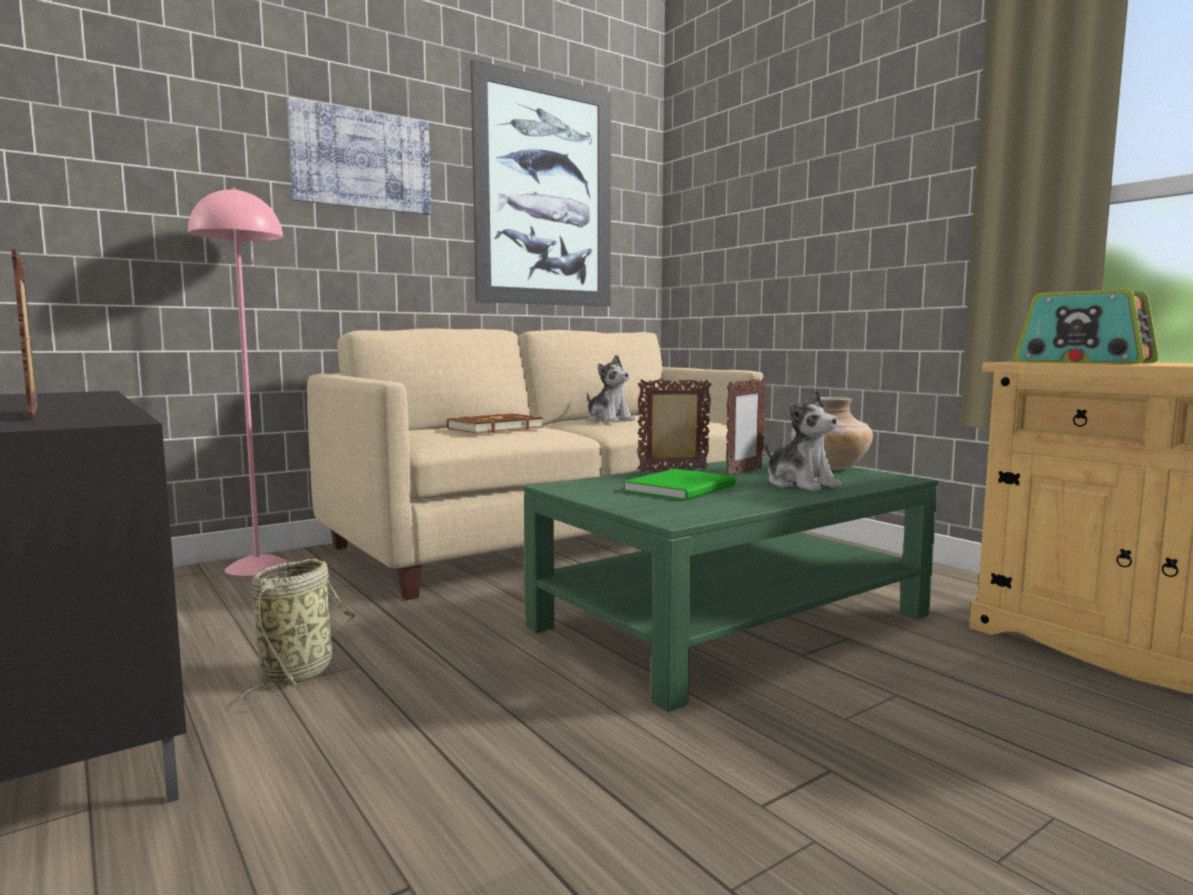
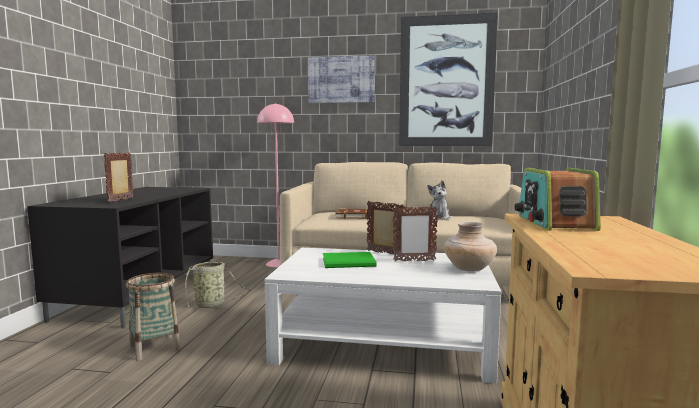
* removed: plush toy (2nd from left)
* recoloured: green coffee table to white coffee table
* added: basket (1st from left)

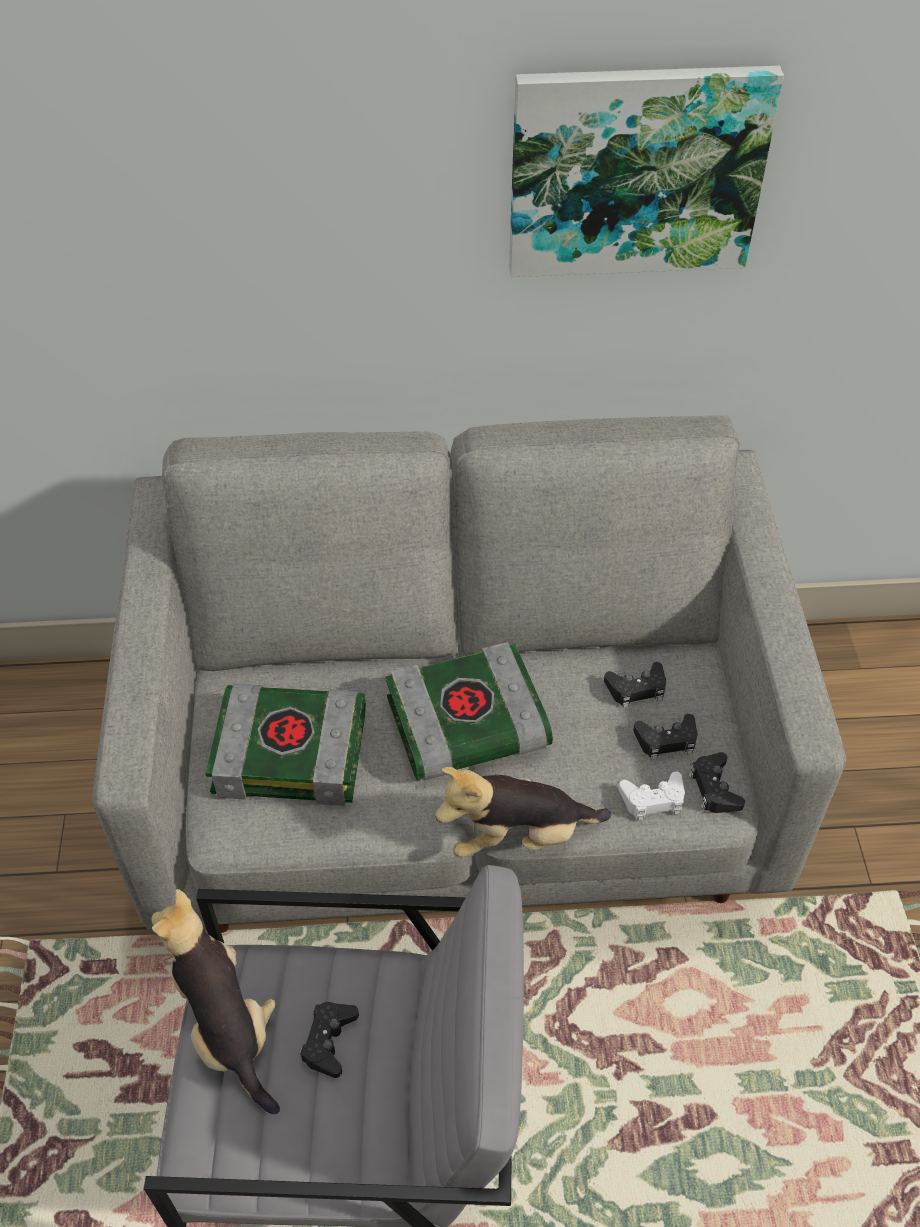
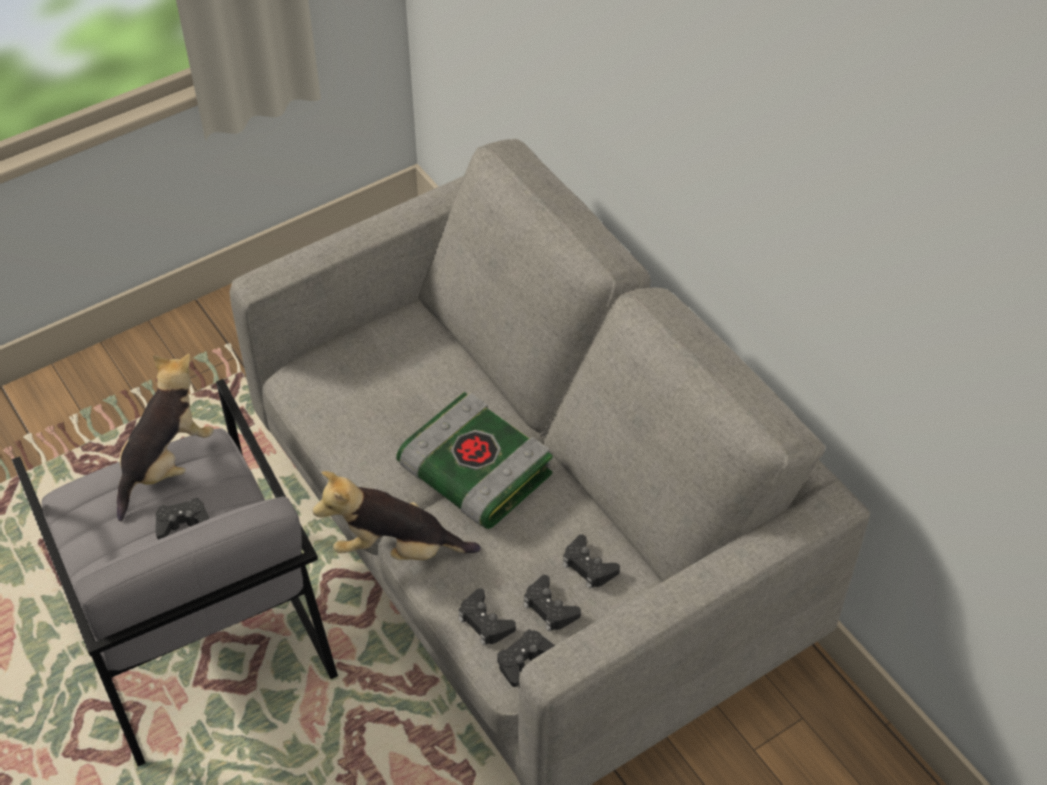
* removed: picture
* removed: book (1st from left)
* turned: plush toy (2nd from left) 45 degrees counterclockwise
* recoloured: white game controller to black game controller (2nd from left)

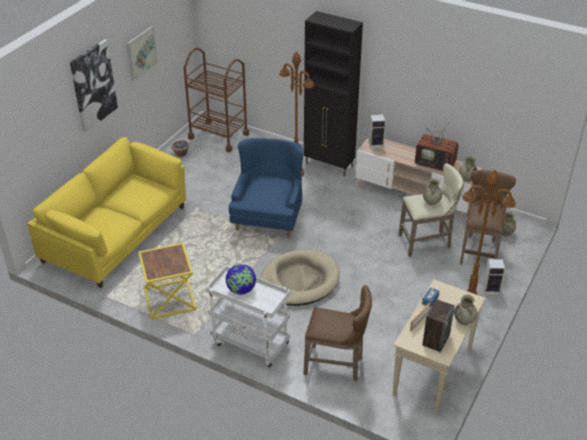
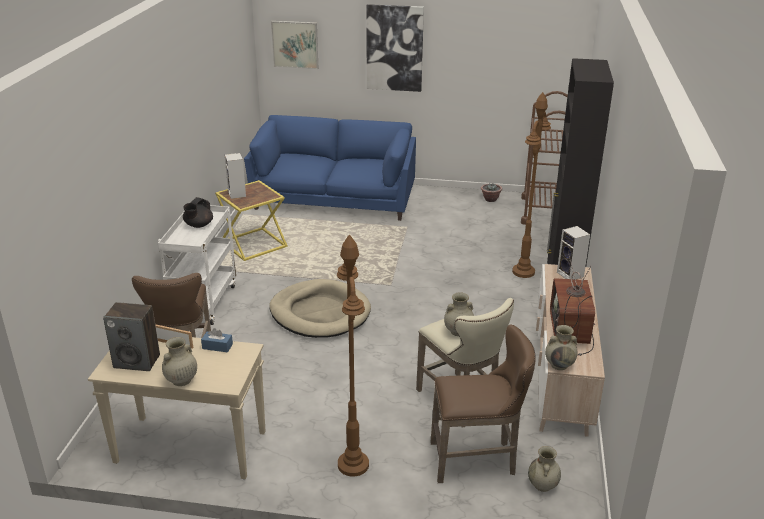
* moved: picture (2nd from left in the first image) to picture (1st from left)
* recoloured: yellow sofa to blue sofa
* removed: blue armchair
* moved: speaker (3rd from left in the first image) to speaker (2nd from left)
* replaced: globe to black teapot

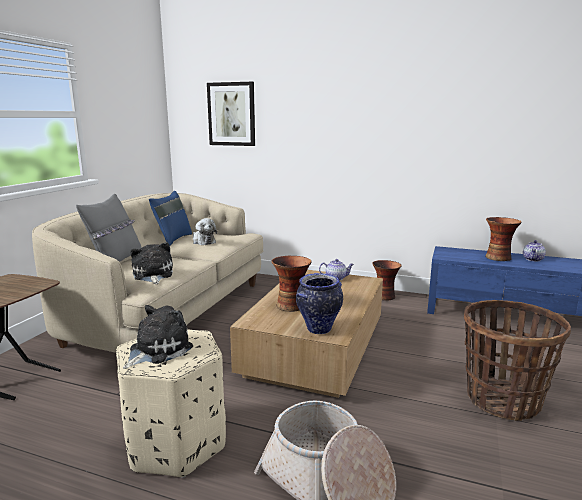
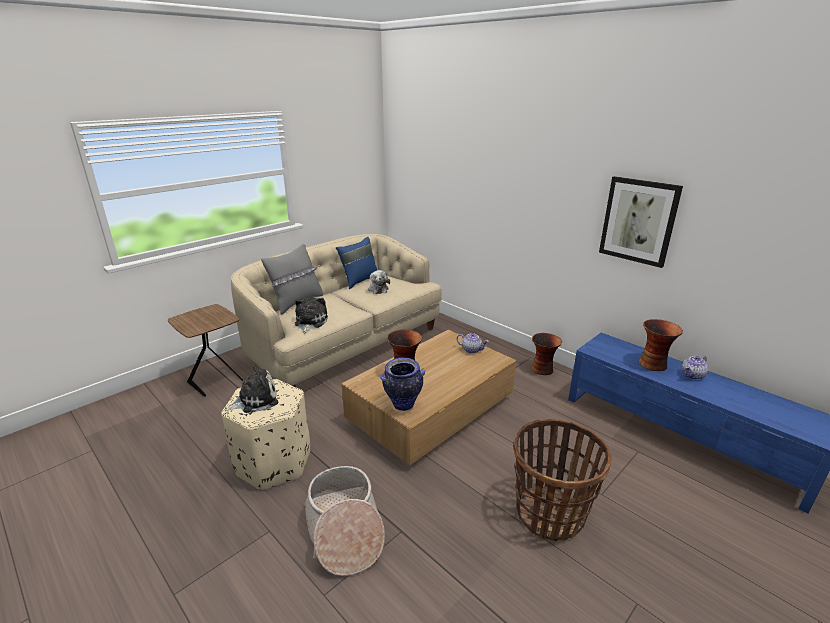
* moved: picture

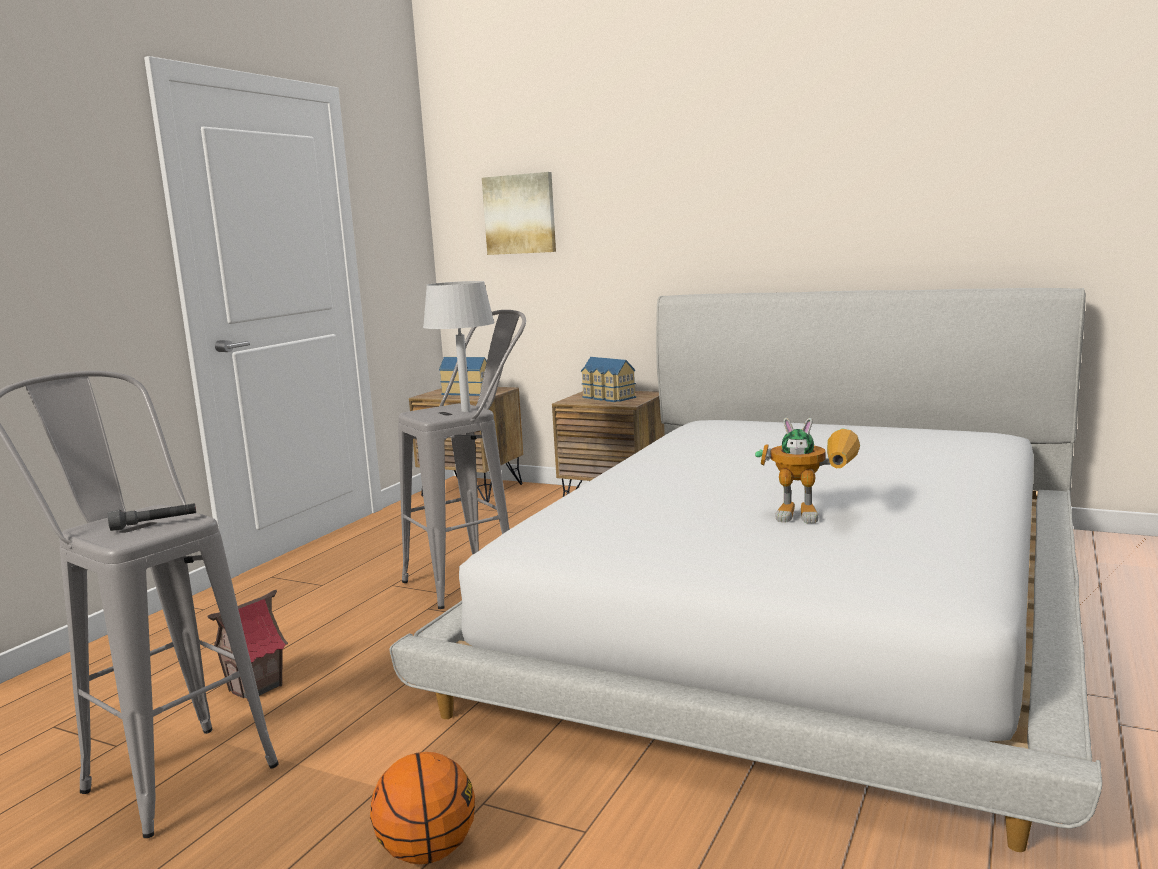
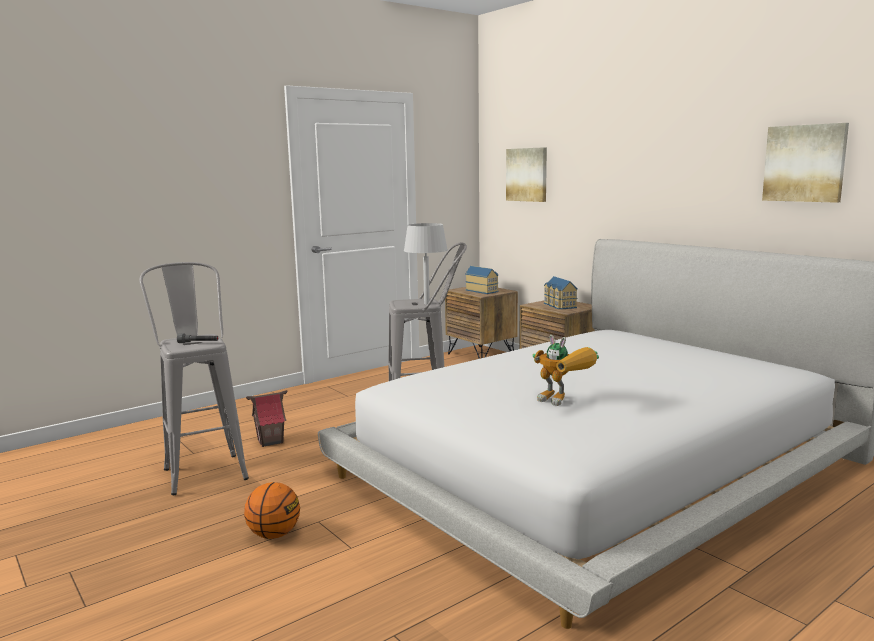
* added: picture (2nd from left)

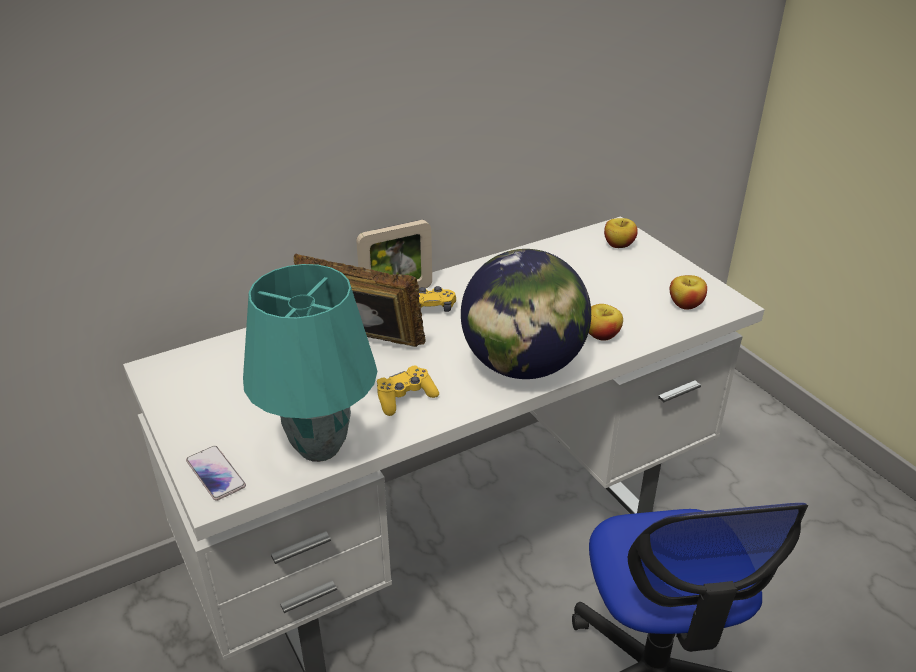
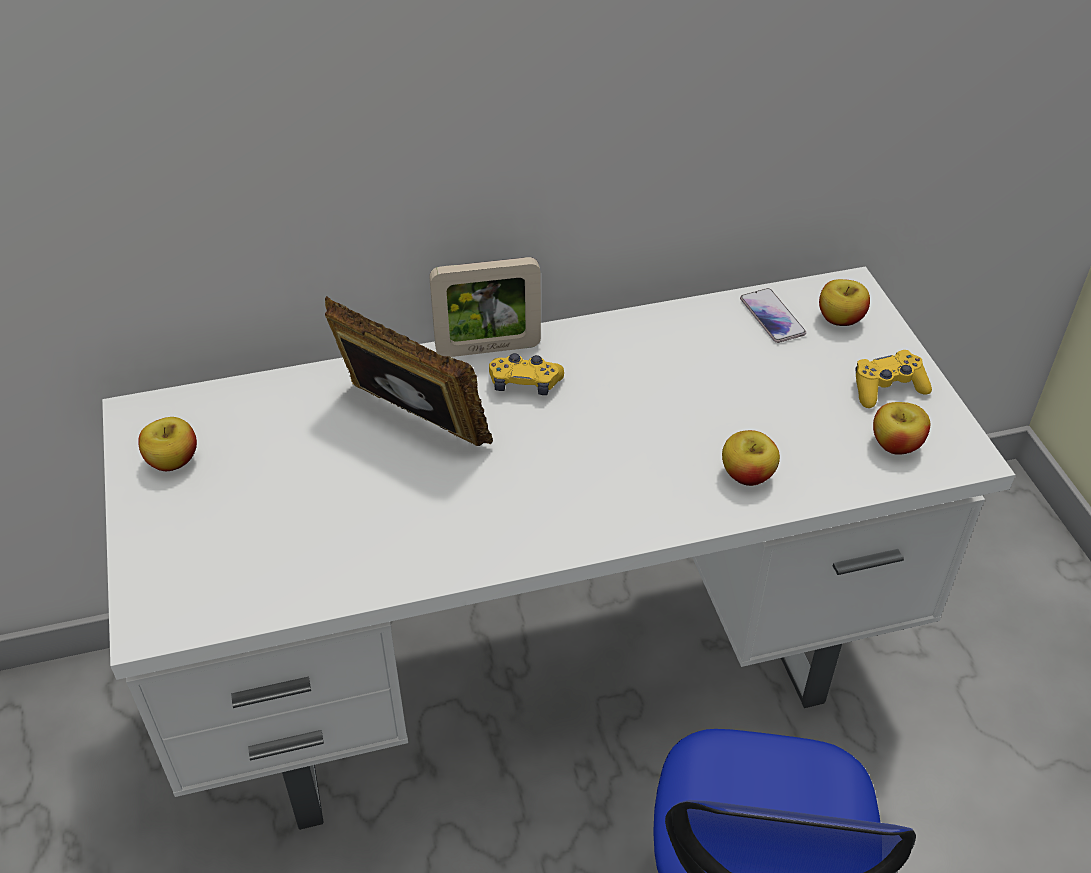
* removed: globe
* removed: turquoise table lamp
* moved: yellow game controller (1st from left in the first image) to yellow game controller (2nd from left)
* moved: phone
* added: apple (1st from left)

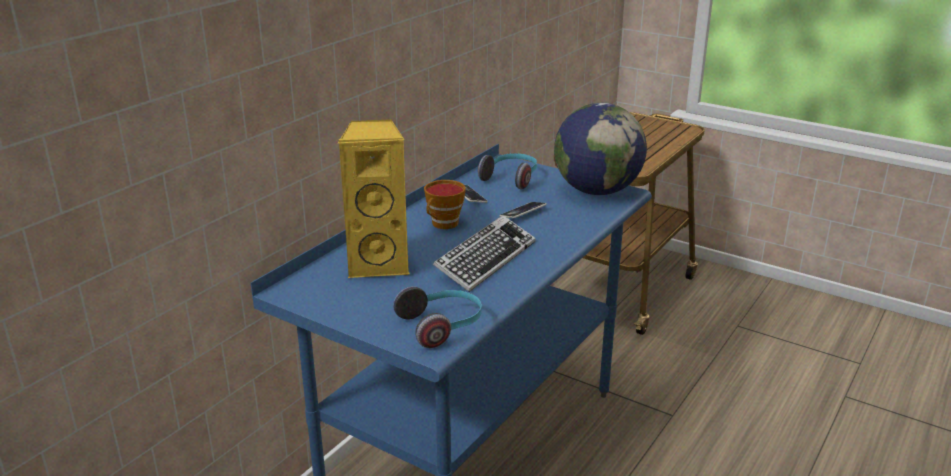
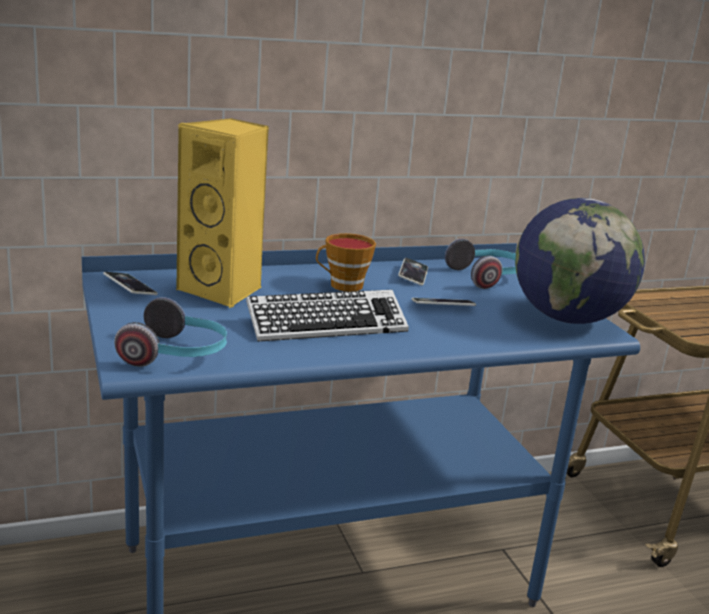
* added: phone (1st from left)

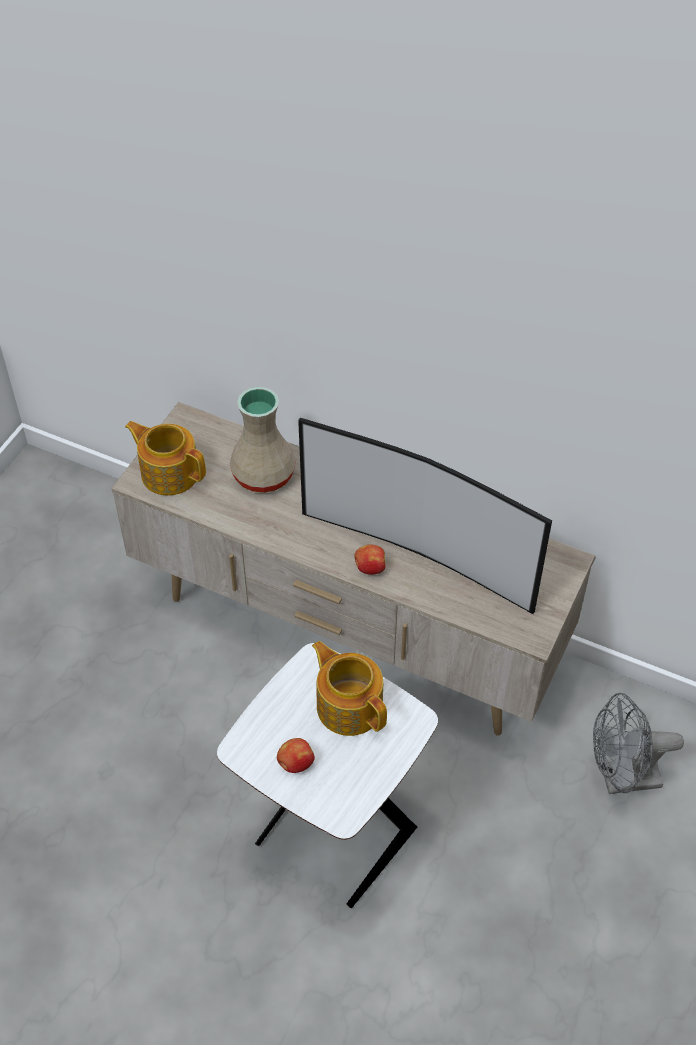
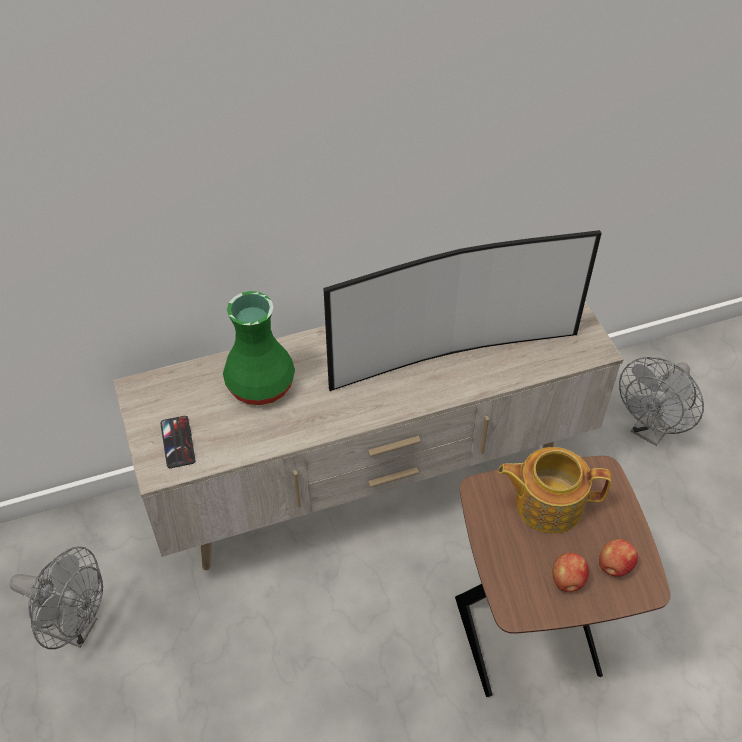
* recoloured: beige vase to green vase
* replaced: teapot (1st from left) to phone
* moved: apple (2nd from left)
* recoloured: white side table to brown side table
* added: grey fan (1st from left)

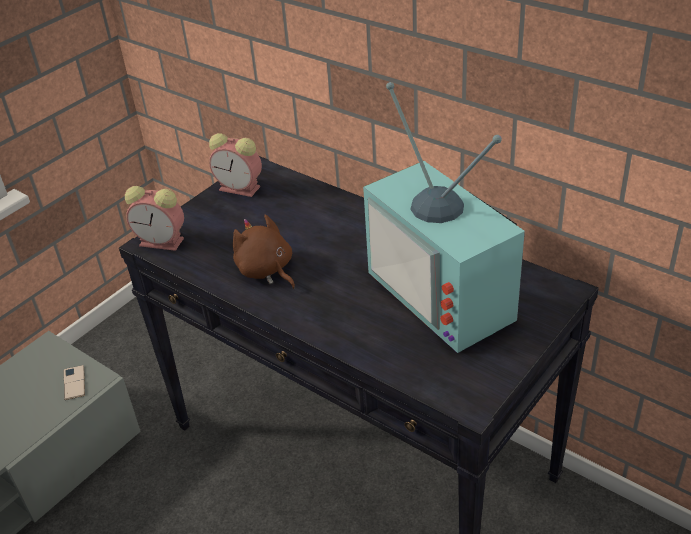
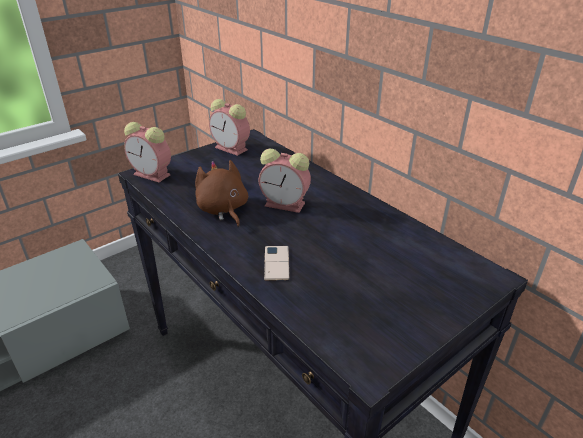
* removed: television
* moved: phone
* added: alarm clock (3rd from left)

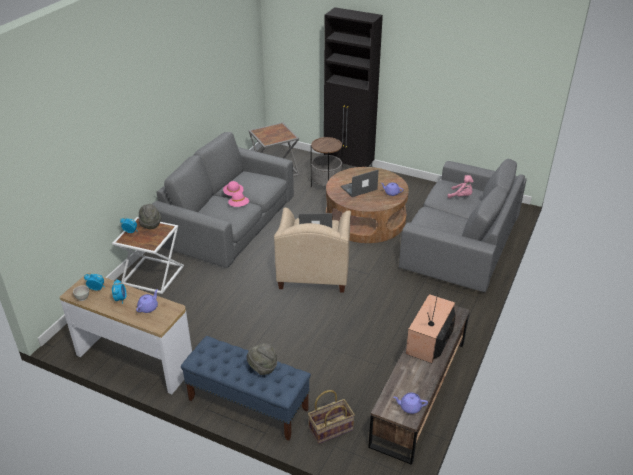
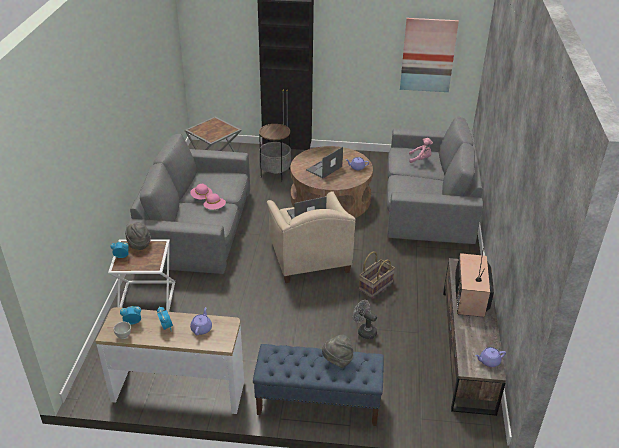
* moved: basket
* added: picture
* added: grey fan

